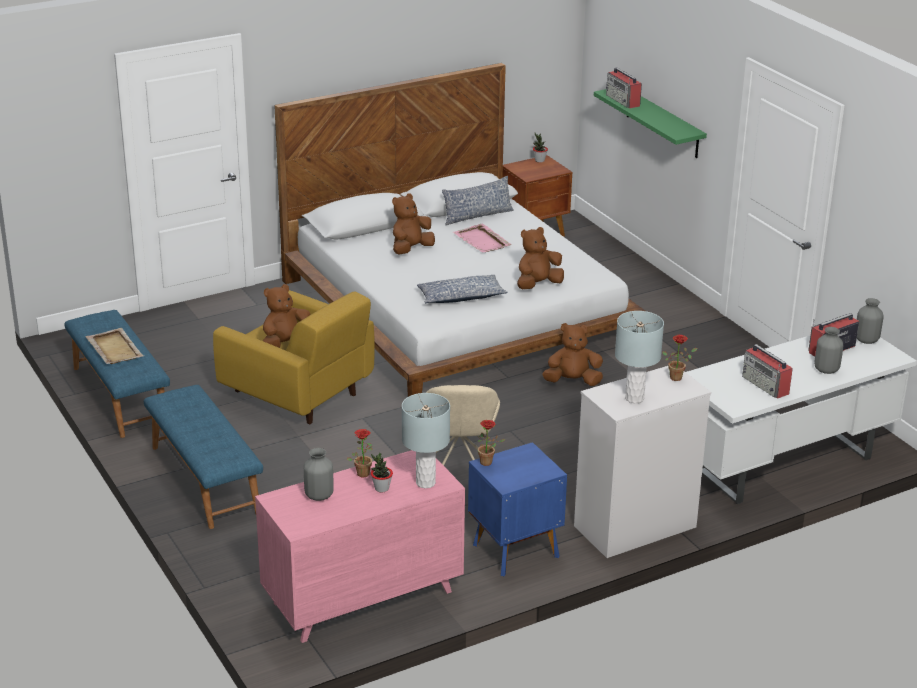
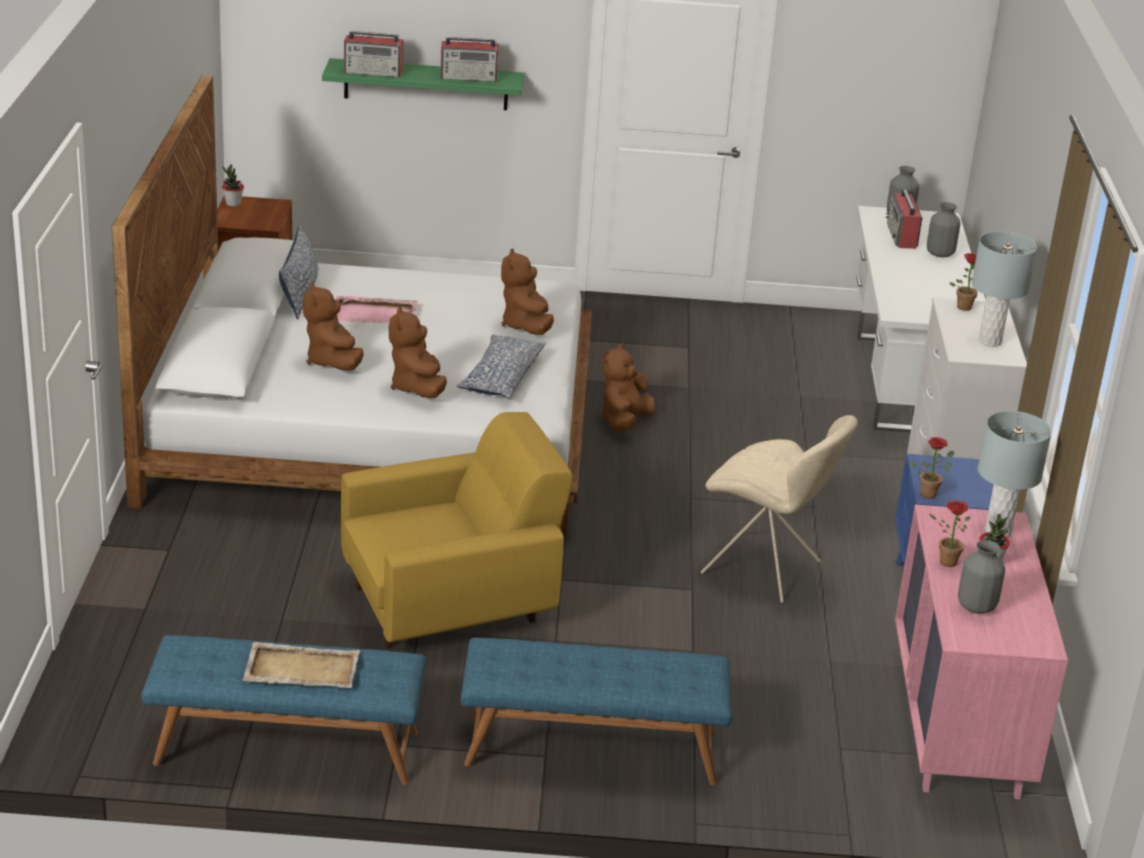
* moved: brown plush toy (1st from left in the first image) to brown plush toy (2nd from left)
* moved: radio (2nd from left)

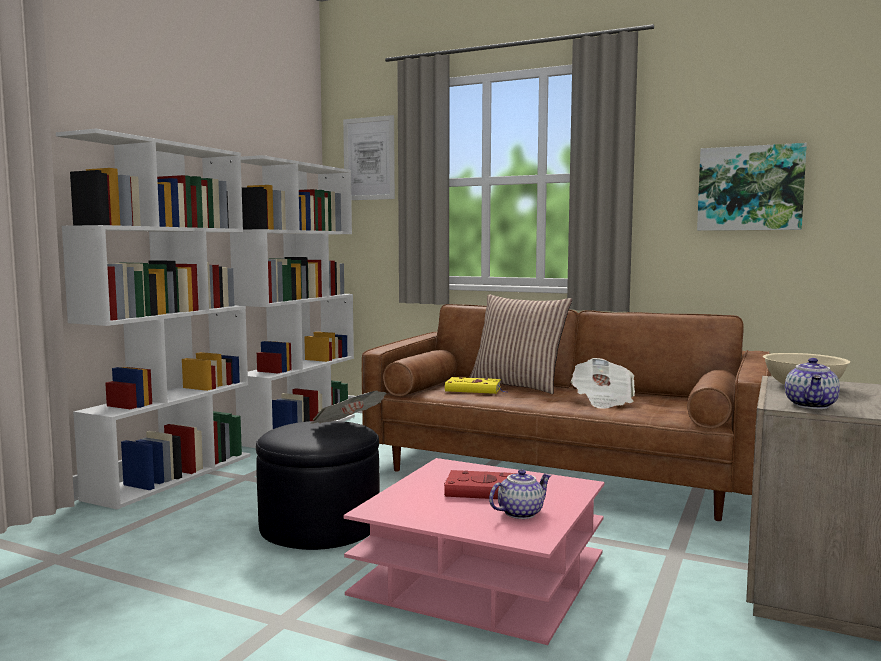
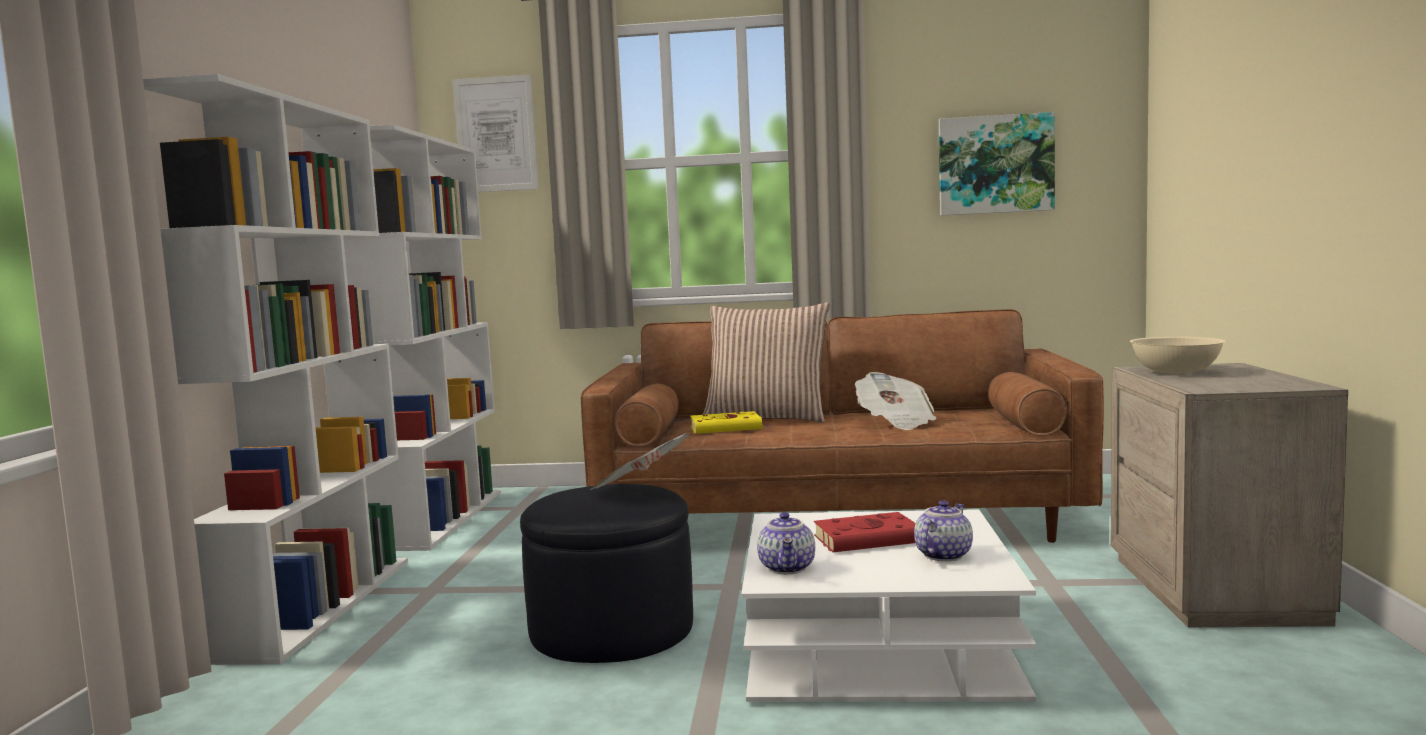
* moved: teapot (2nd from left in the first image) to teapot (1st from left)
* recoloured: pink coffee table to white coffee table

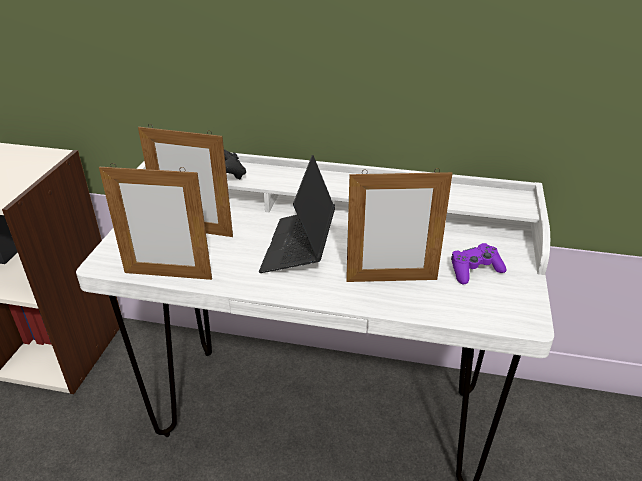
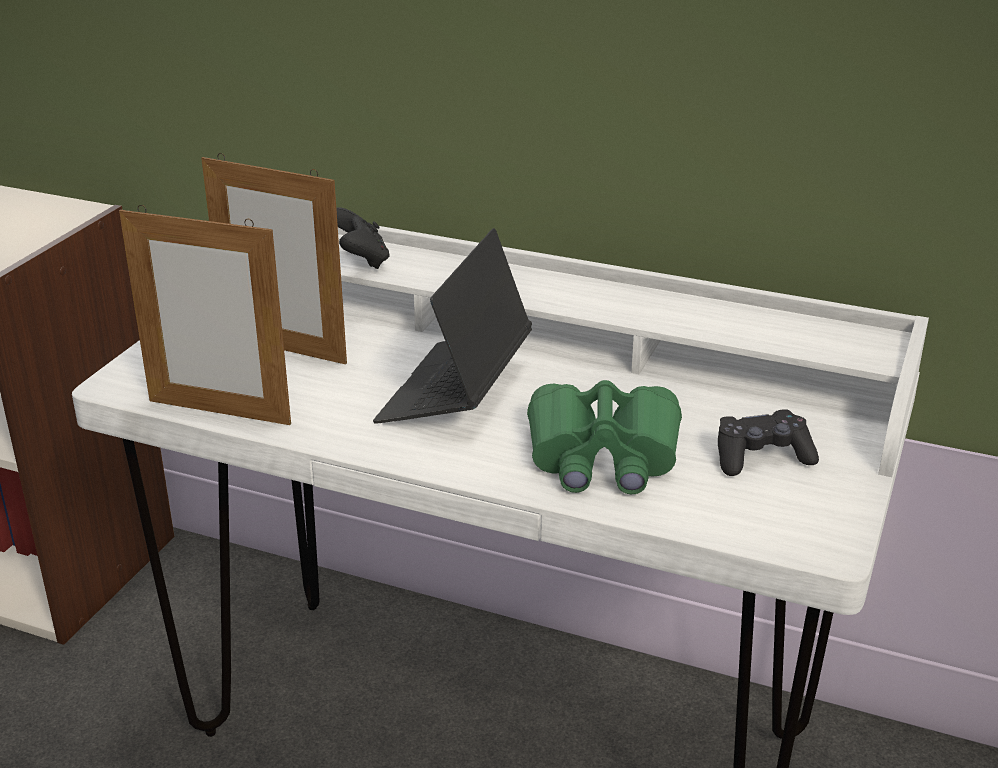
* replaced: picture frame (3rd from left) to green binoculars
* recoloured: purple game controller to black game controller (2nd from left)

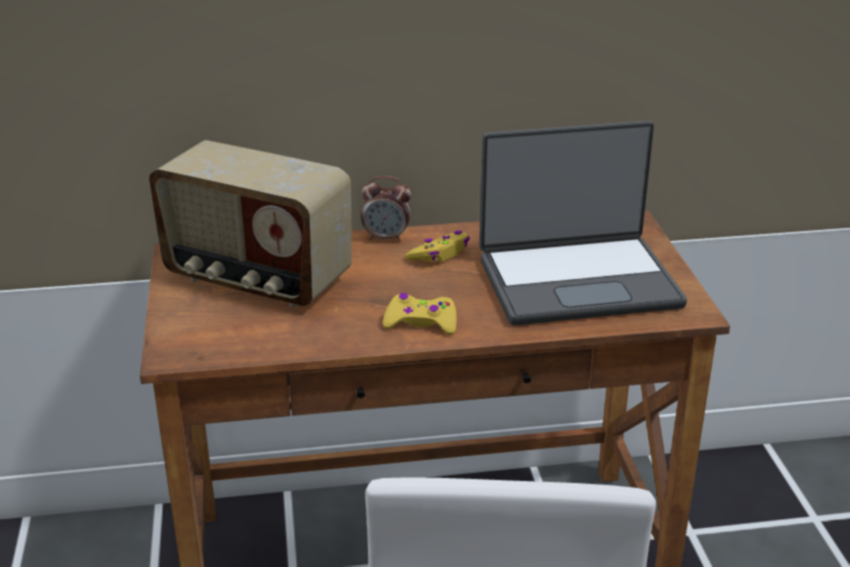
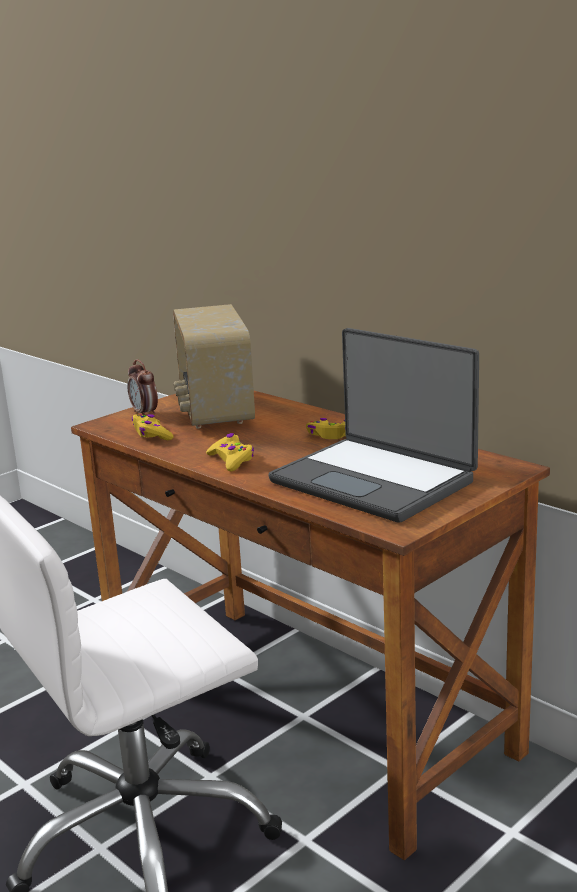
* moved: alarm clock
* added: yellow game controller (1st from left)

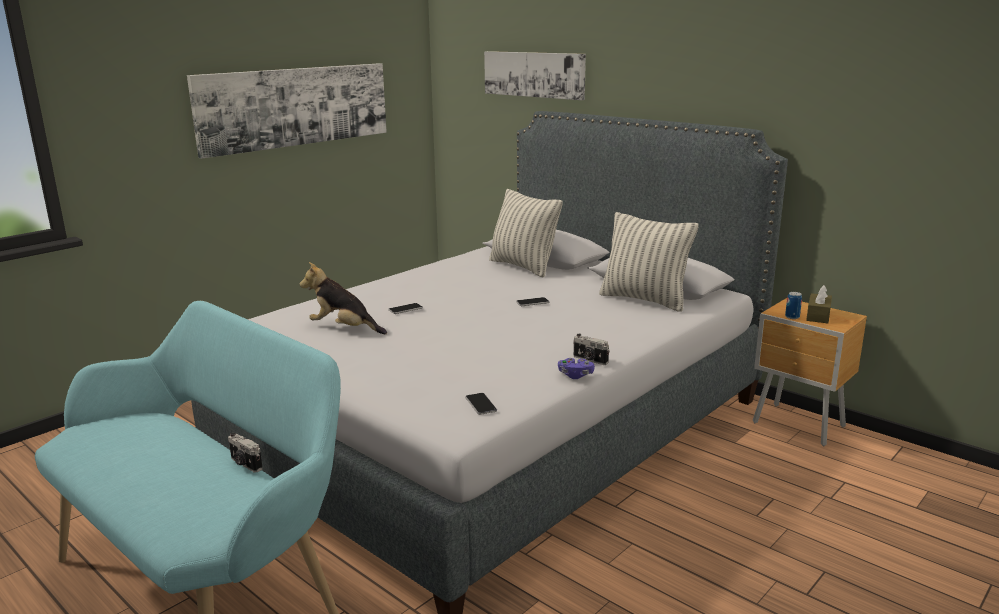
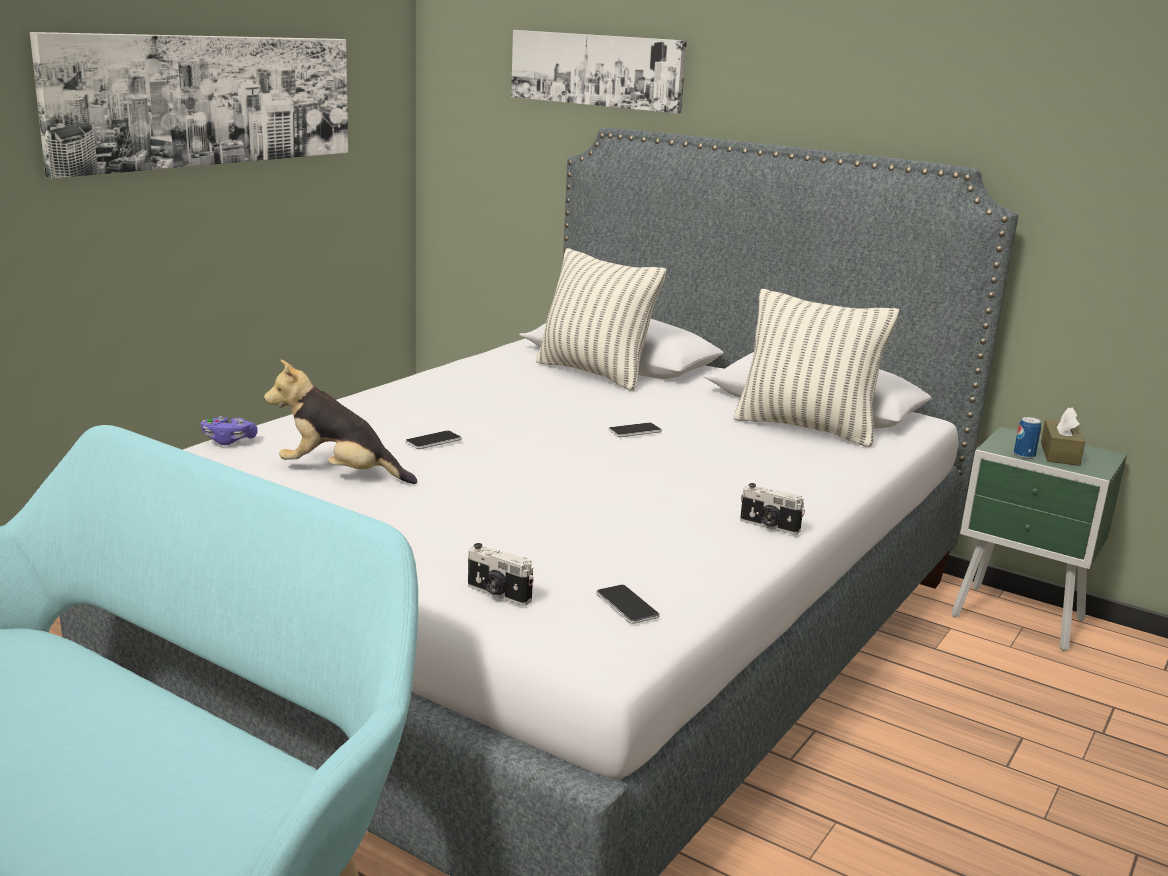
* recoloured: brown nightstand to green nightstand
* moved: purple game controller
* moved: photo camera (1st from left)

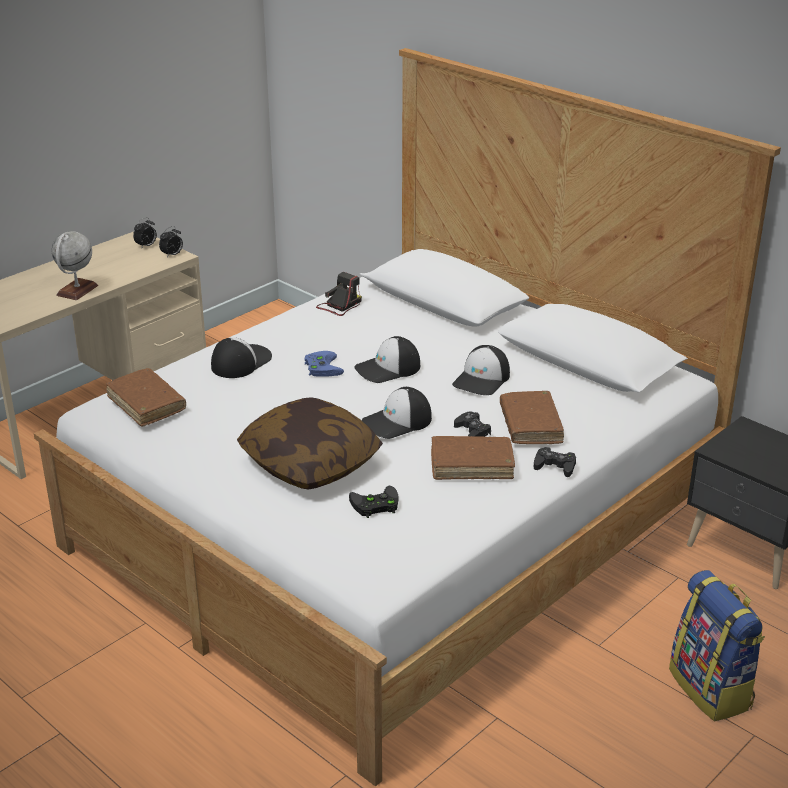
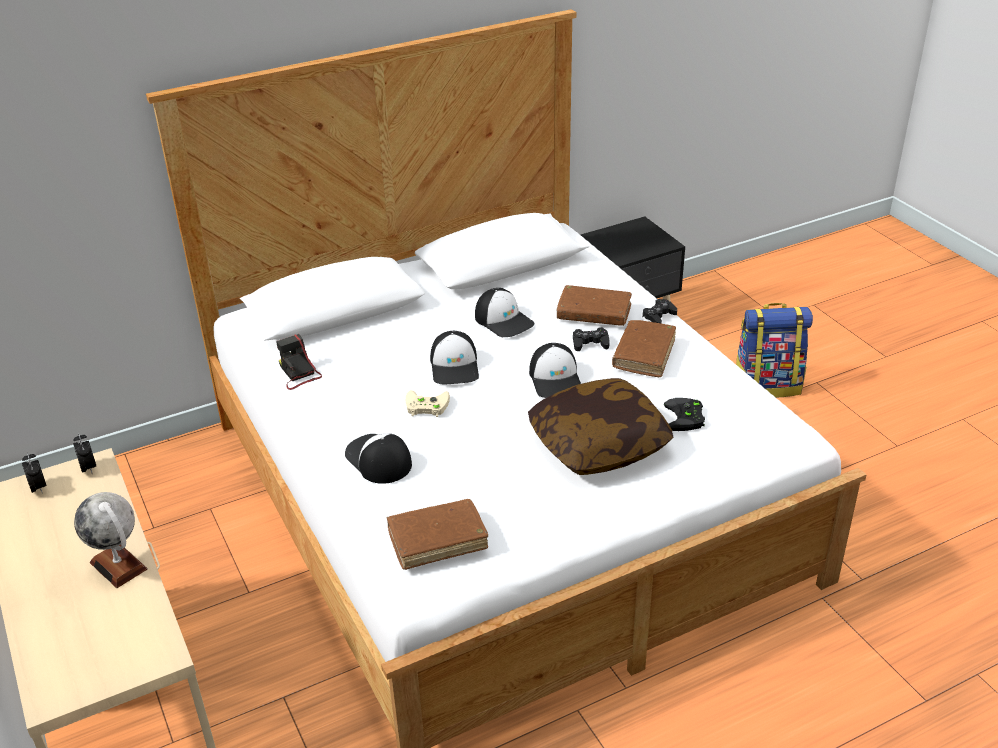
* recoloured: blue game controller to beige game controller

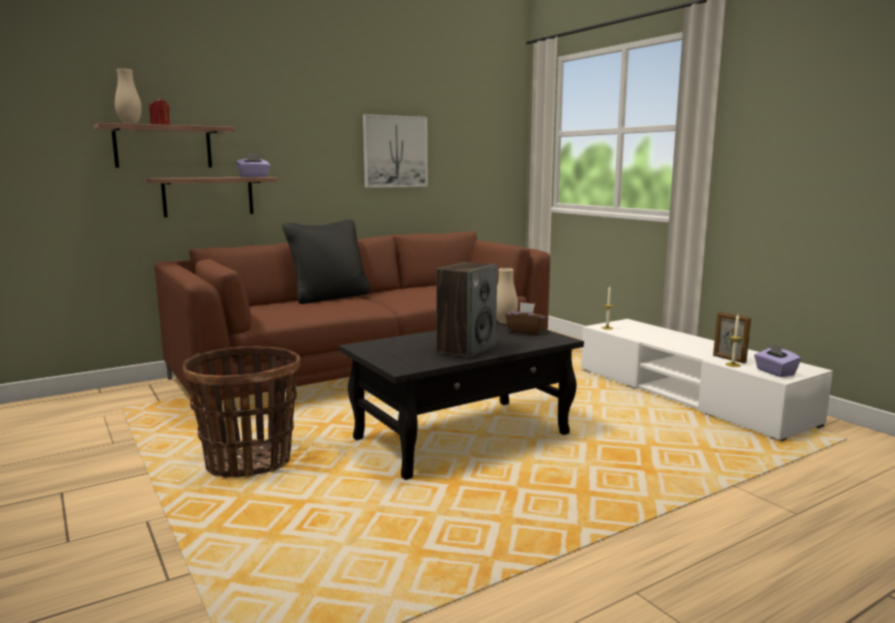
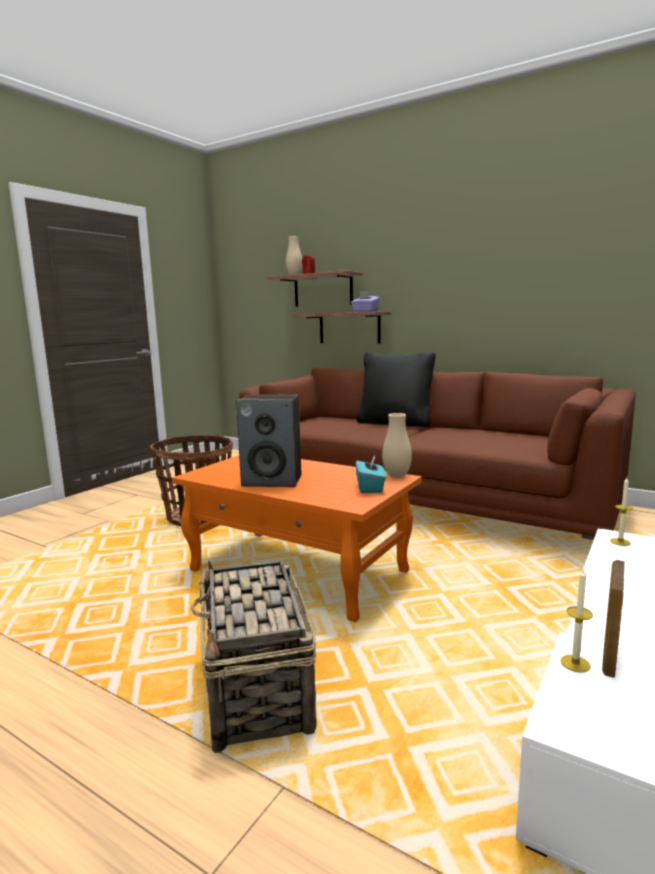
* removed: picture
* recoloured: brown tissue box to turquoise tissue box
* recoloured: black coffee table to orange coffee table
* removed: purple tissue box (2nd from left)
* added: basket (2nd from left)

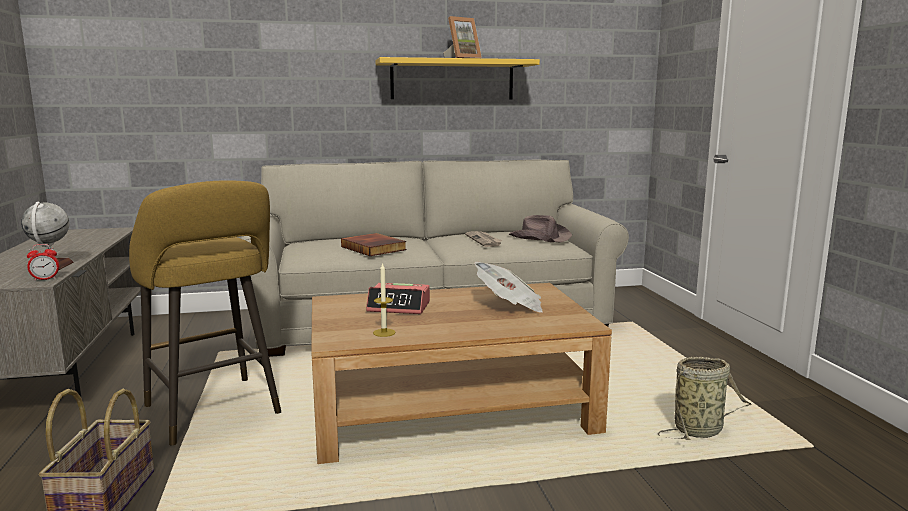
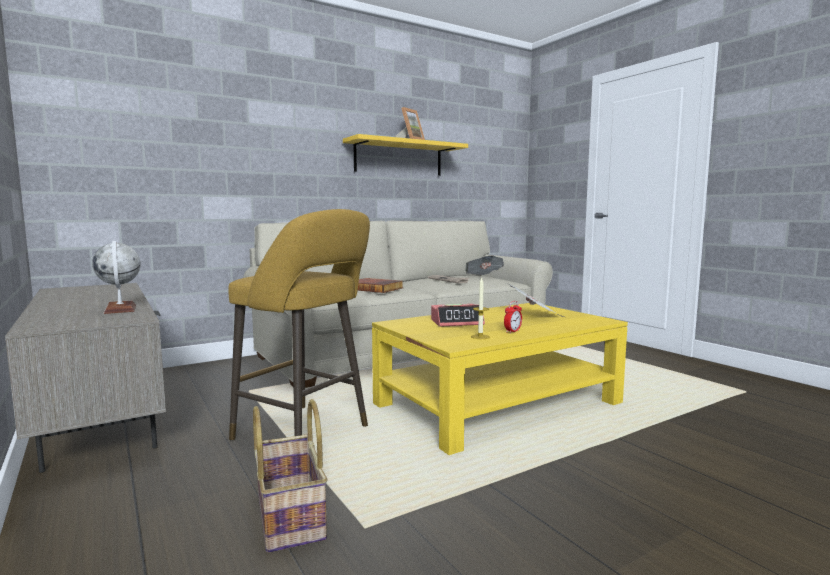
* replaced: brown hat to newspaper (2nd from left)
* moved: alarm clock (1st from left in the first image) to alarm clock (2nd from left)
* recoloured: brown coffee table to yellow coffee table
* removed: basket (2nd from left)

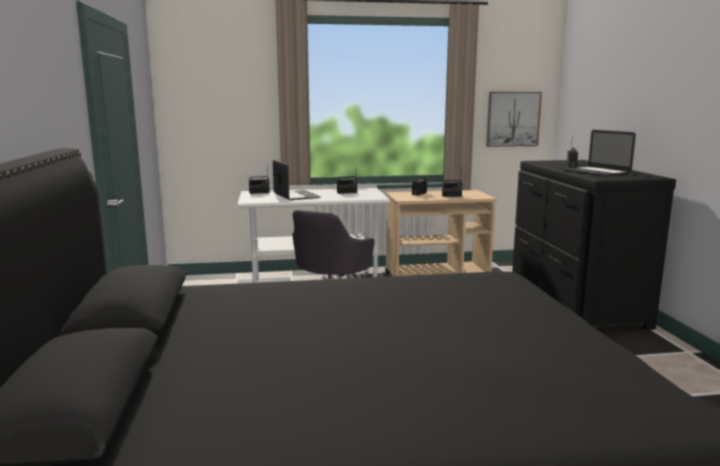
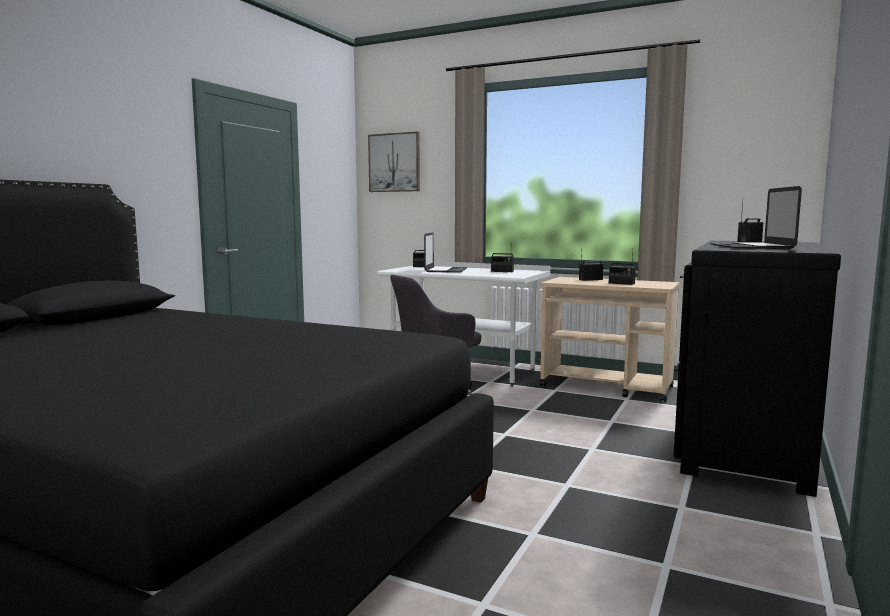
* moved: picture

